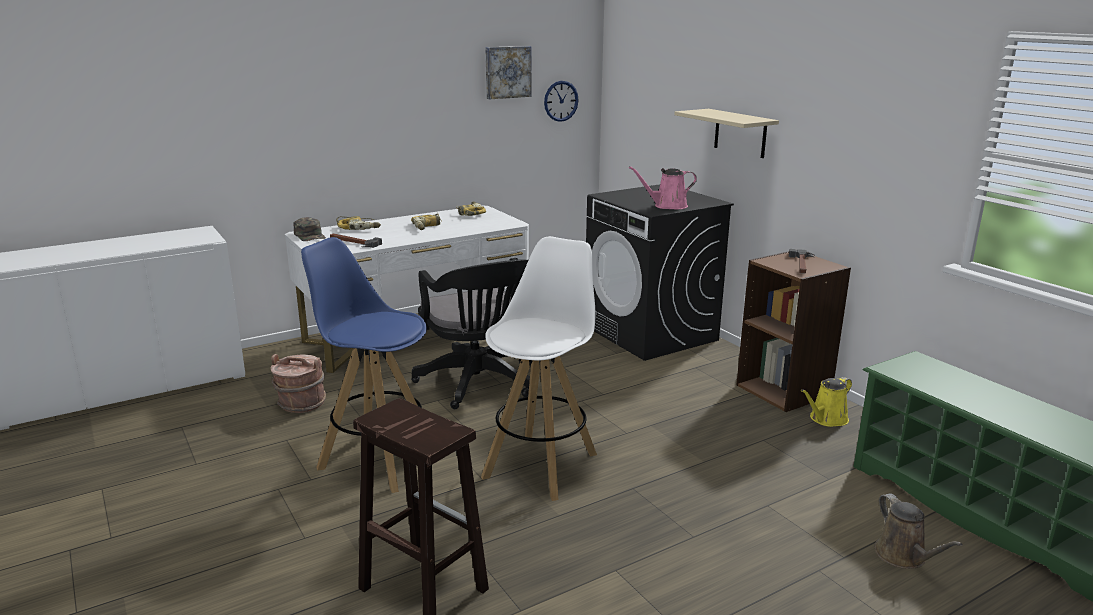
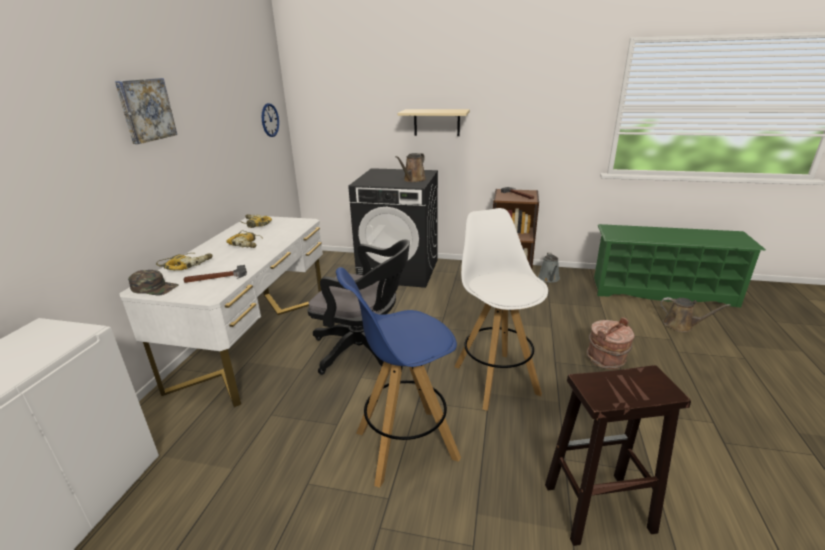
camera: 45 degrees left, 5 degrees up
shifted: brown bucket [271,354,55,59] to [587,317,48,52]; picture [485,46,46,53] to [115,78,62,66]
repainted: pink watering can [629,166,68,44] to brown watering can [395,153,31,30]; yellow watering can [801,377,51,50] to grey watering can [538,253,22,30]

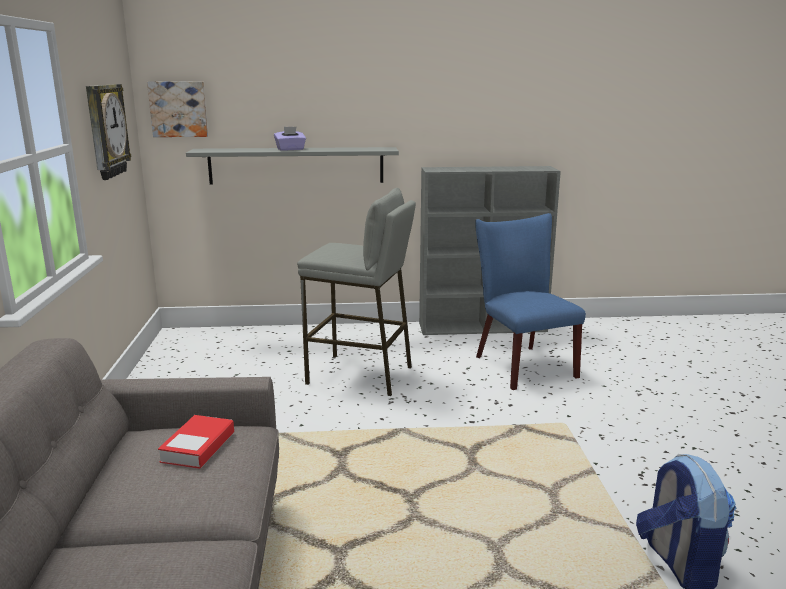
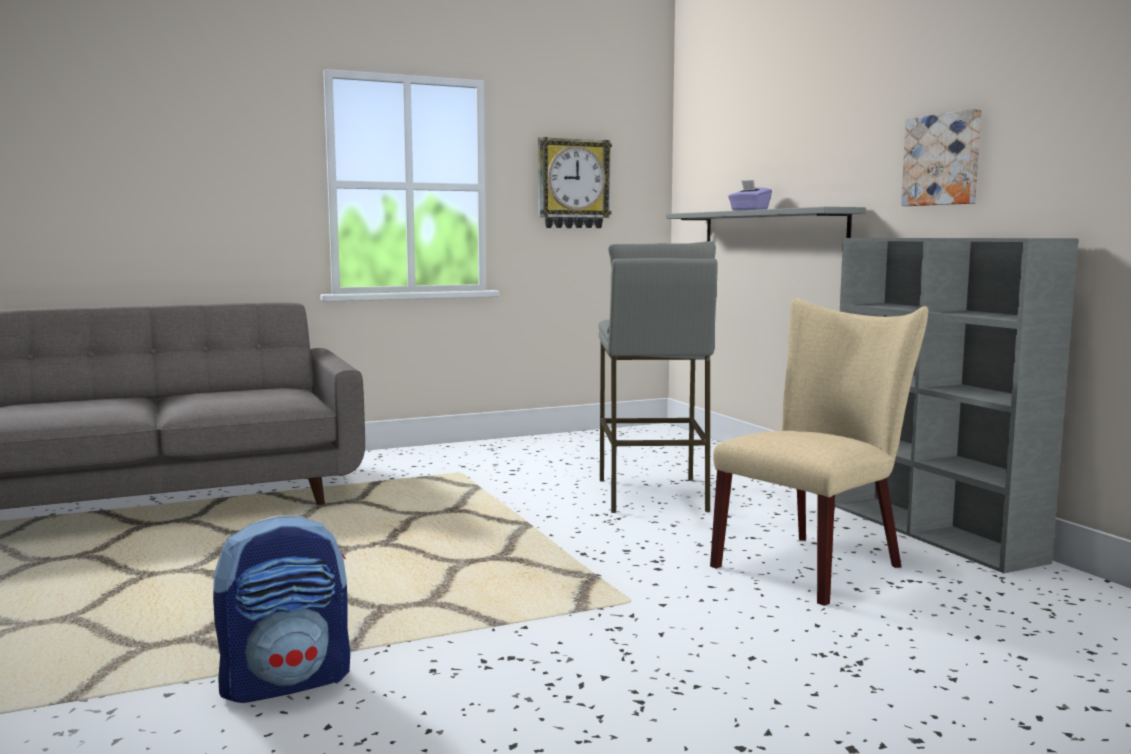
camera: 70 degrees right, 10 degrees down
gone: book [158,415,76,54]
shifted: picture [147,81,61,56] to [901,109,80,97]
repainted: blue chair [475,213,111,177] to beige chair [710,298,218,308]

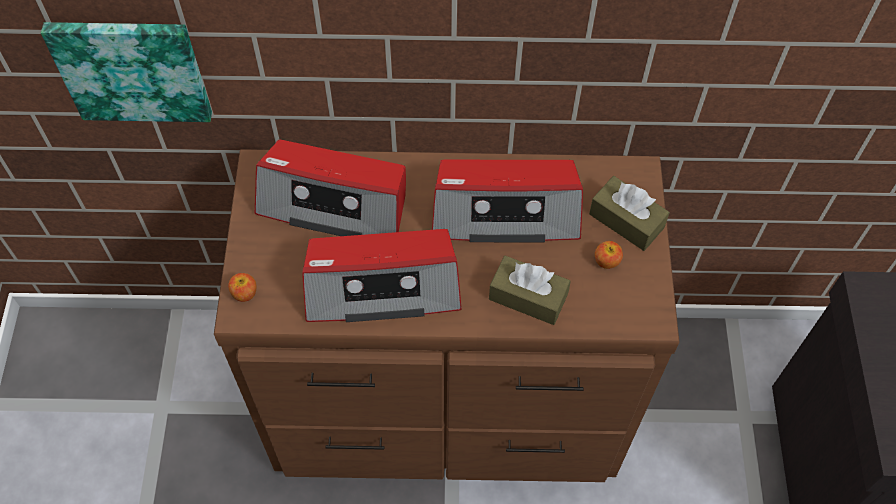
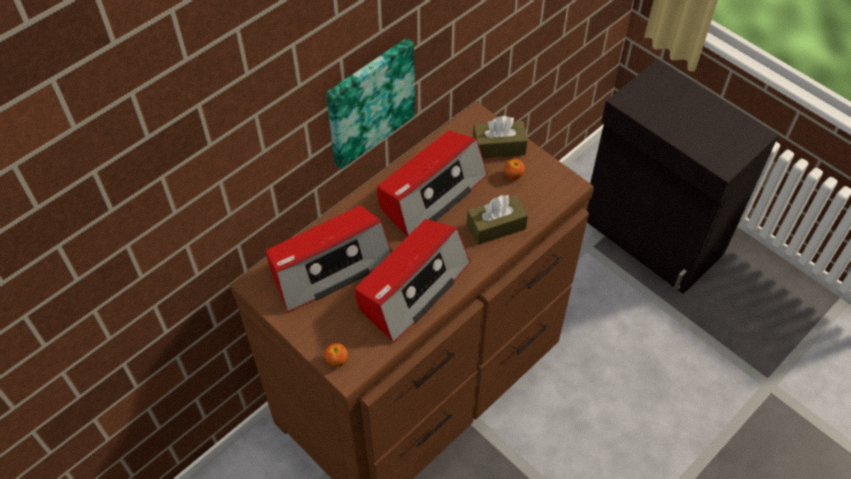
camera: 45 degrees left, 5 degrees down
shifted: picture [41,22,171,100] to [326,38,89,131]

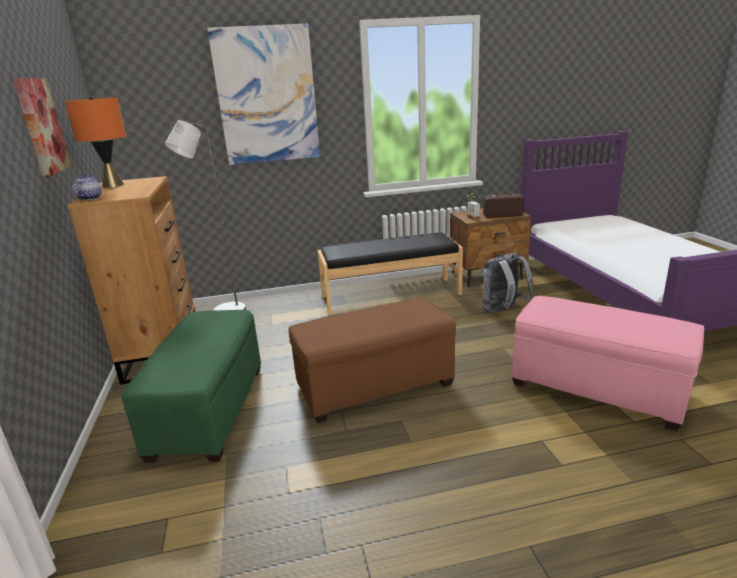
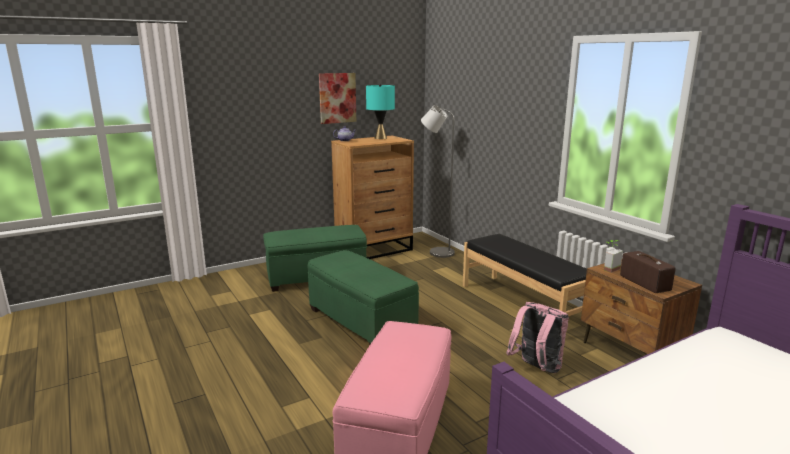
camera: 70 degrees right, 5 degrees down
gone: picture [207,24,113,141]
repainted: orange table lamp [65,96,61,92] to turquoise table lamp [366,84,29,55]; brown ottoman [289,297,167,126] to green ottoman [307,250,112,95]; grey backpack [482,253,53,60] to pink backpack [506,302,63,71]

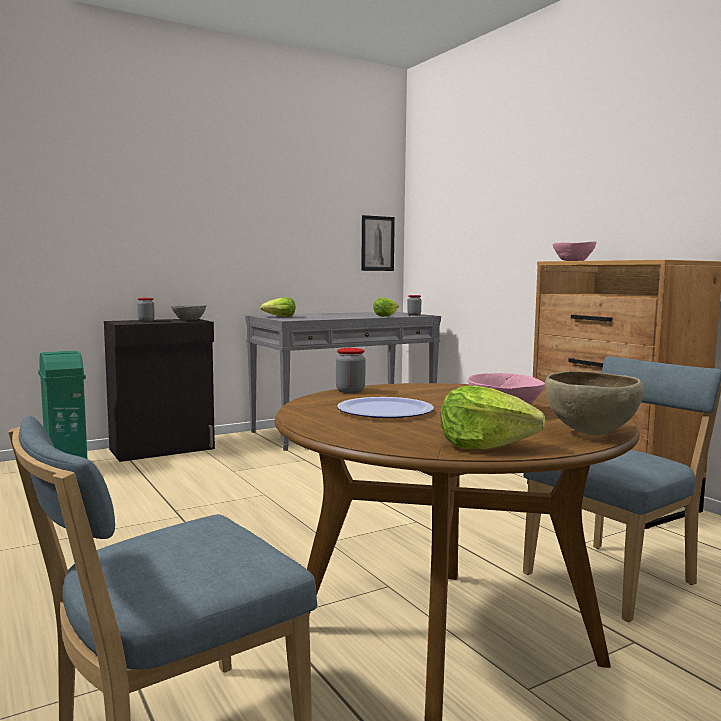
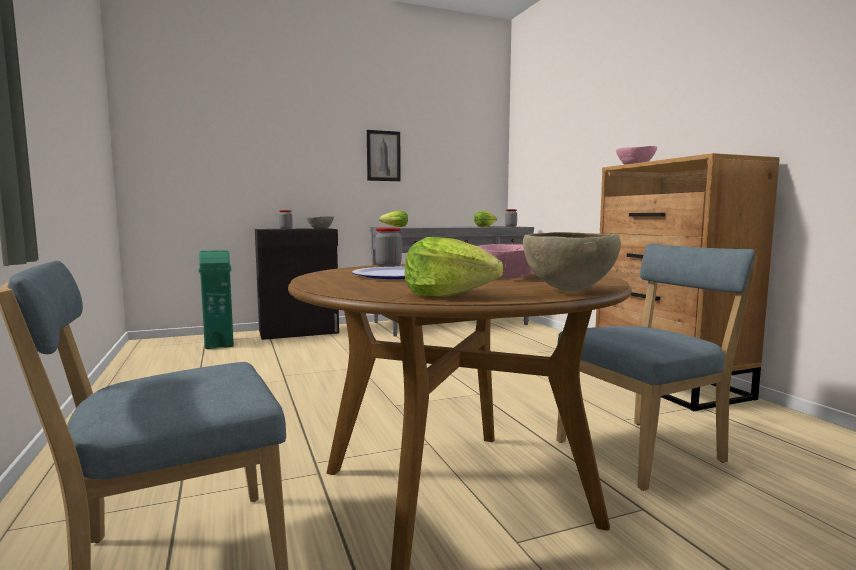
camera: 10 degrees right, 0 degrees up
shifted: picture [361,215,34,56] to [367,130,34,51]

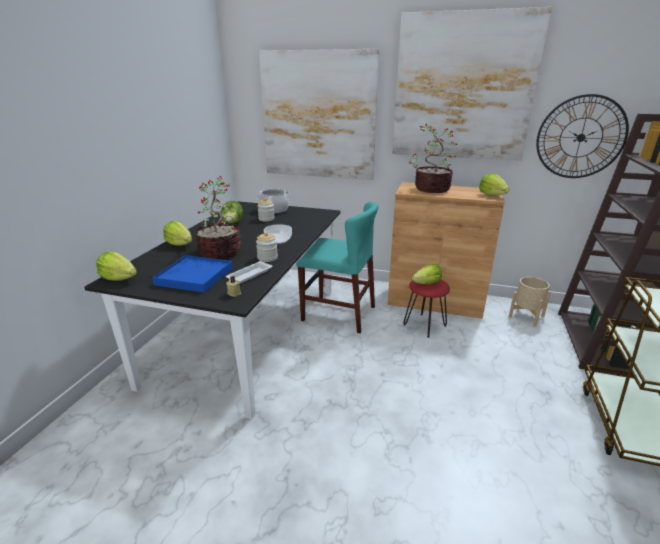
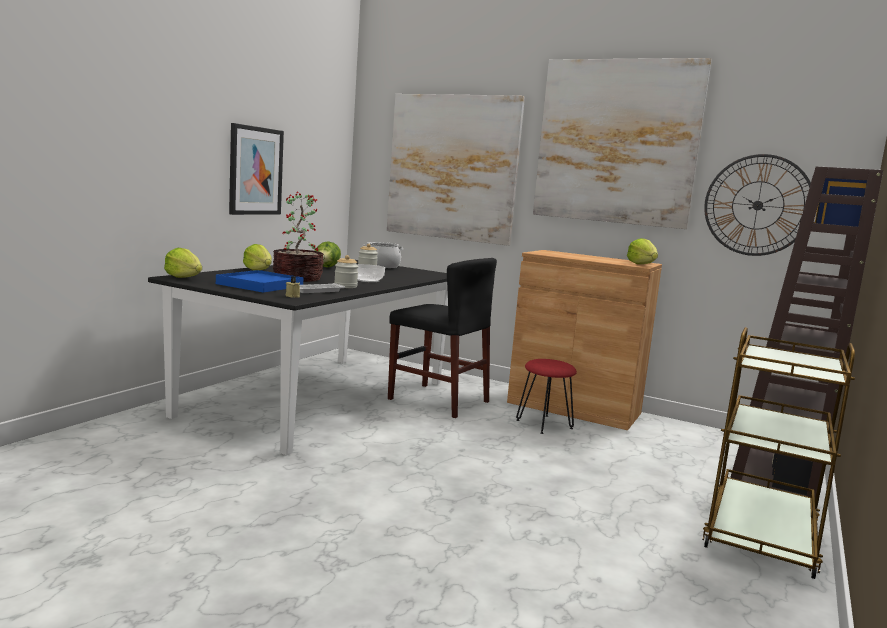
camera: 10 degrees right, 15 degrees down
gone: potted plant [409,123,48,70]; lettuce [412,264,30,20]; beige planter [509,277,42,50]
new: picture [229,123,55,92]
repainted: turquoise chair [296,202,82,131] to black chair [388,258,109,160]

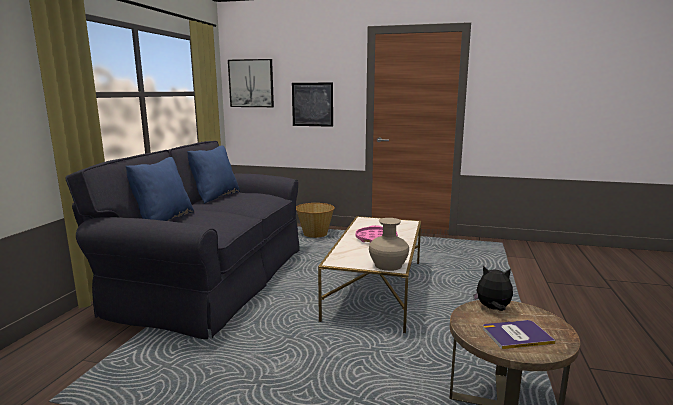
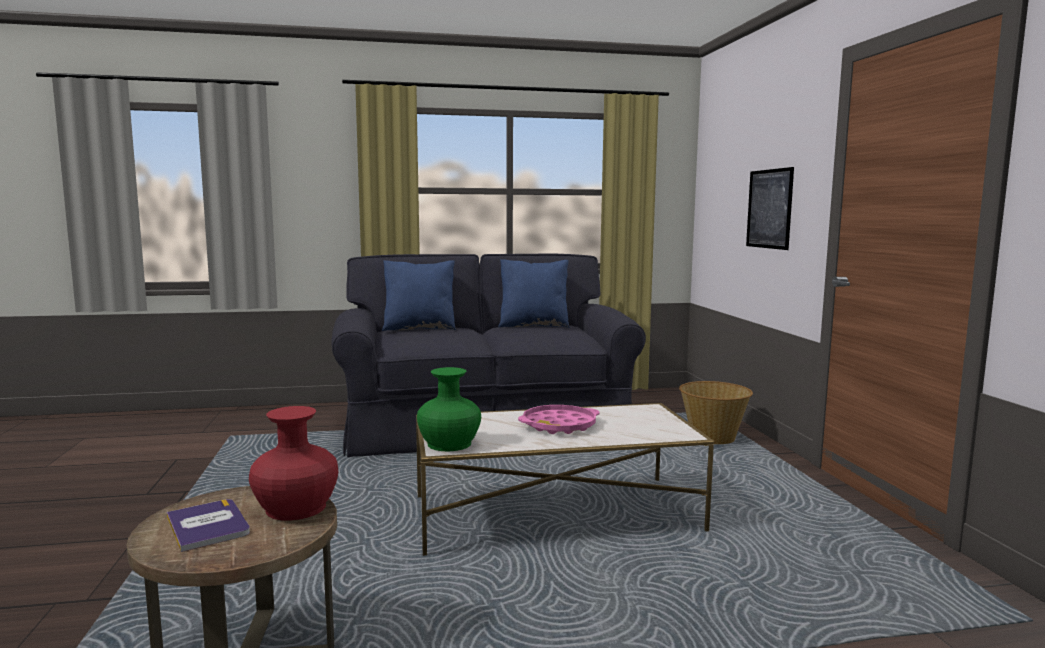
camera: 65 degrees right, 5 degrees down
gone: picture [228,59,46,48]
swapped: plush toy [473,265,40,46] to red vase [249,406,89,115]
repainted: beige vase [369,218,40,53] to green vase [417,367,64,84]

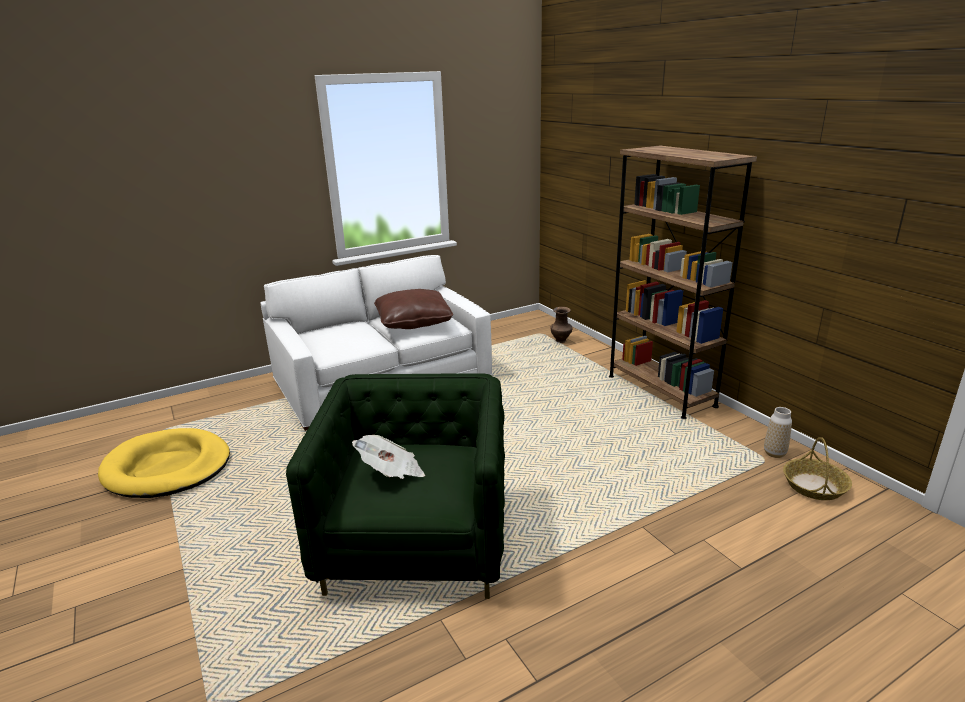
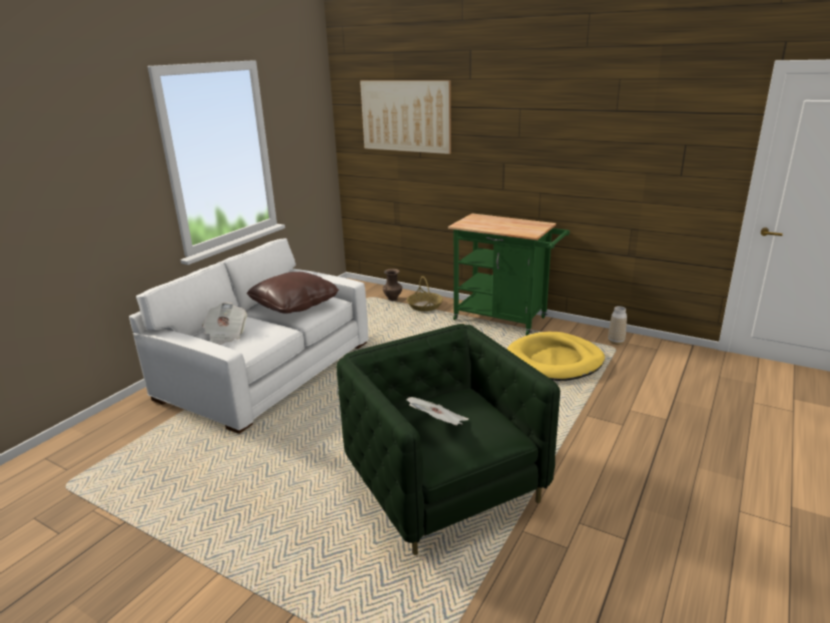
camera: 30 degrees left, 0 degrees up
new: newspaper [202,302,45,43]; picture [360,80,91,74]
shifted: yellow dog bed [98,428,132,70] to [507,332,98,49]; basket [783,437,69,63] to [407,276,36,35]
swapped: brown bookcase [609,146,148,273] to green cart [448,213,122,122]

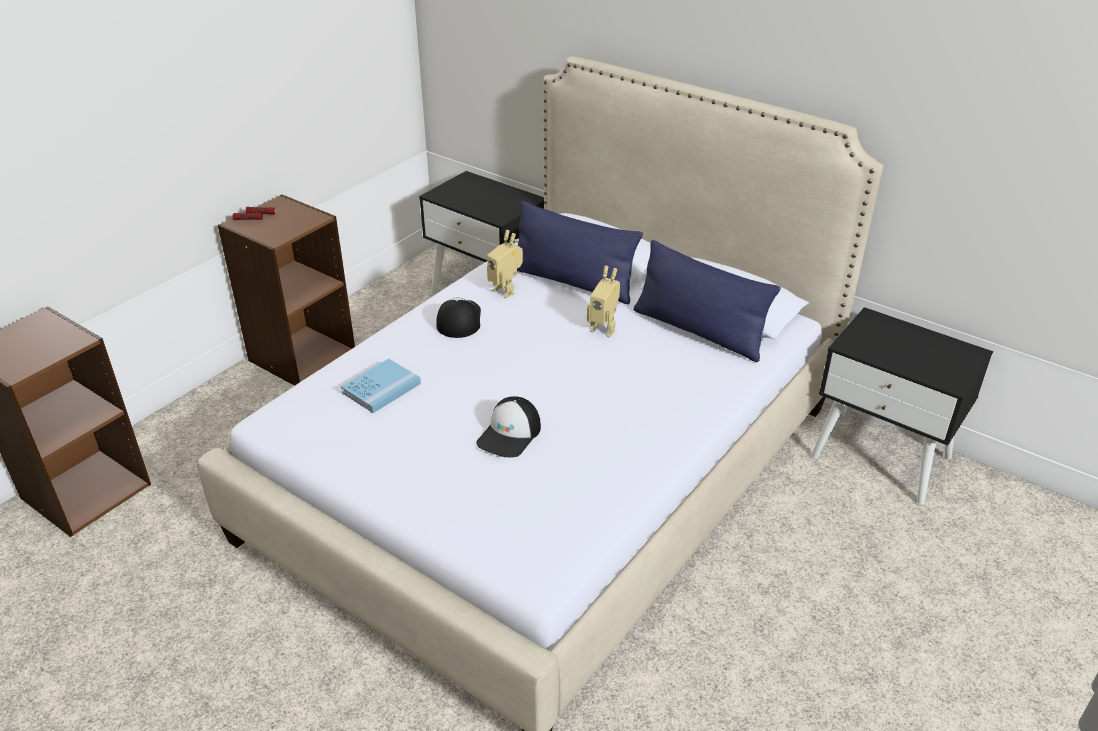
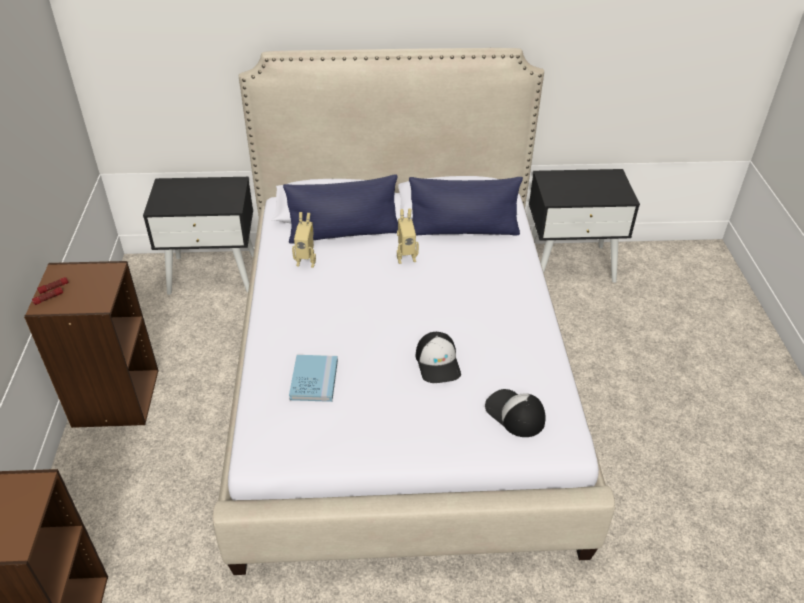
camera: 40 degrees left, 5 degrees up
shifted: cap [436,298,45,40] to [485,389,61,48]

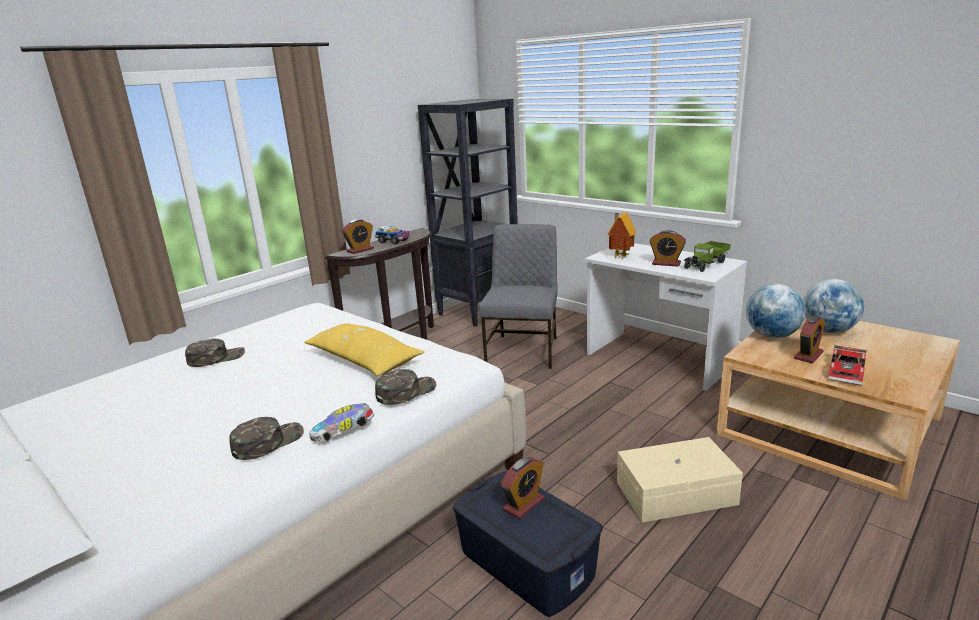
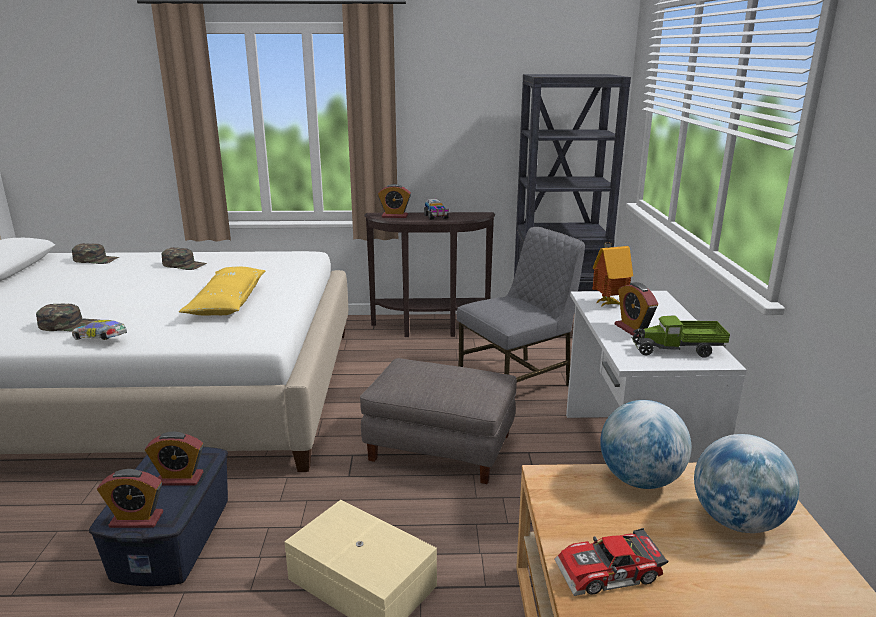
camera: 45 degrees right, 0 degrees up
new: grey ottoman [360,358,157,126]
shifted: green cap [375,369,61,36] to [72,243,47,21]; alarm clock [794,315,31,48] to [97,469,66,59]

